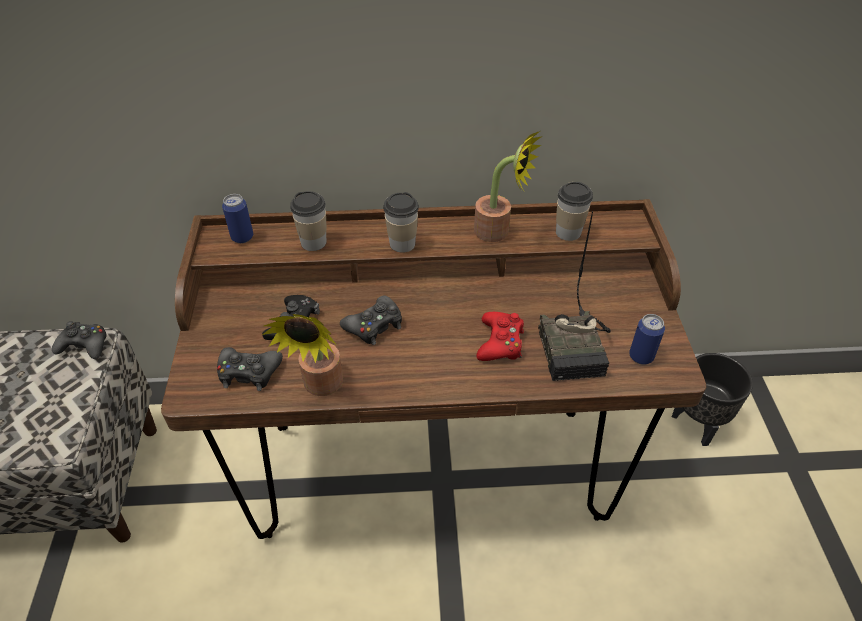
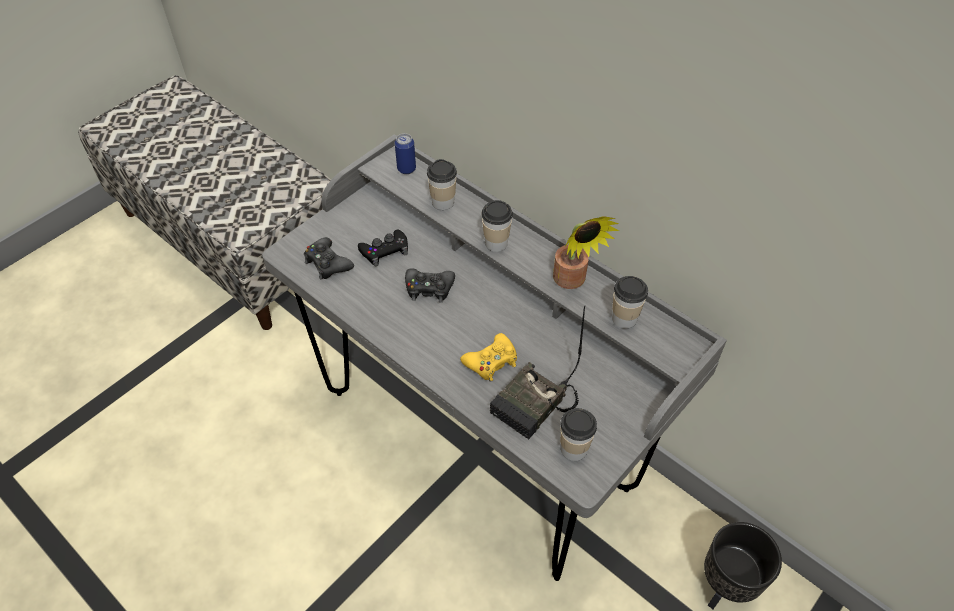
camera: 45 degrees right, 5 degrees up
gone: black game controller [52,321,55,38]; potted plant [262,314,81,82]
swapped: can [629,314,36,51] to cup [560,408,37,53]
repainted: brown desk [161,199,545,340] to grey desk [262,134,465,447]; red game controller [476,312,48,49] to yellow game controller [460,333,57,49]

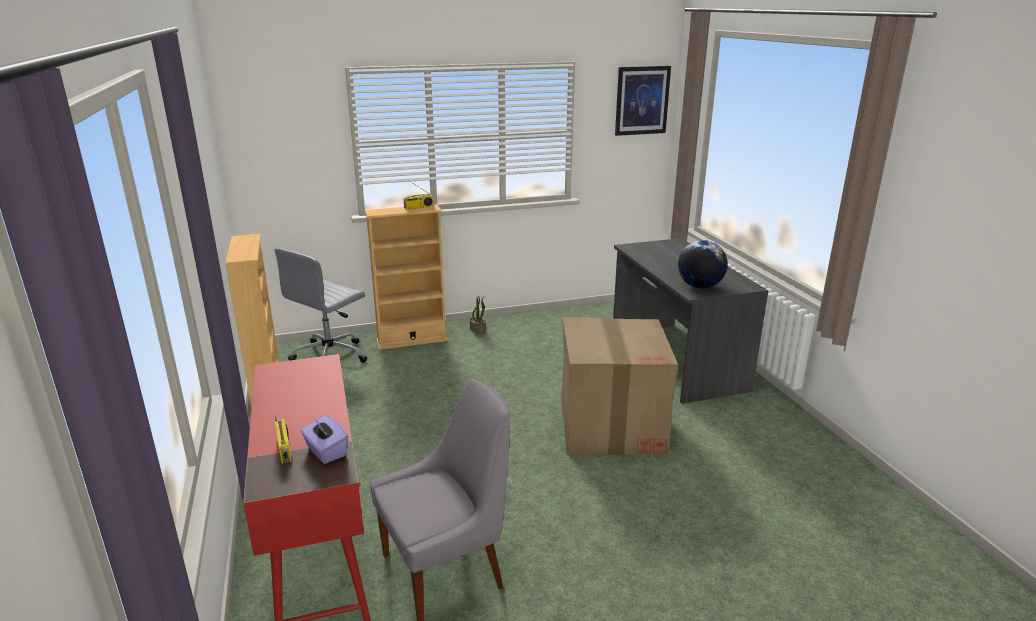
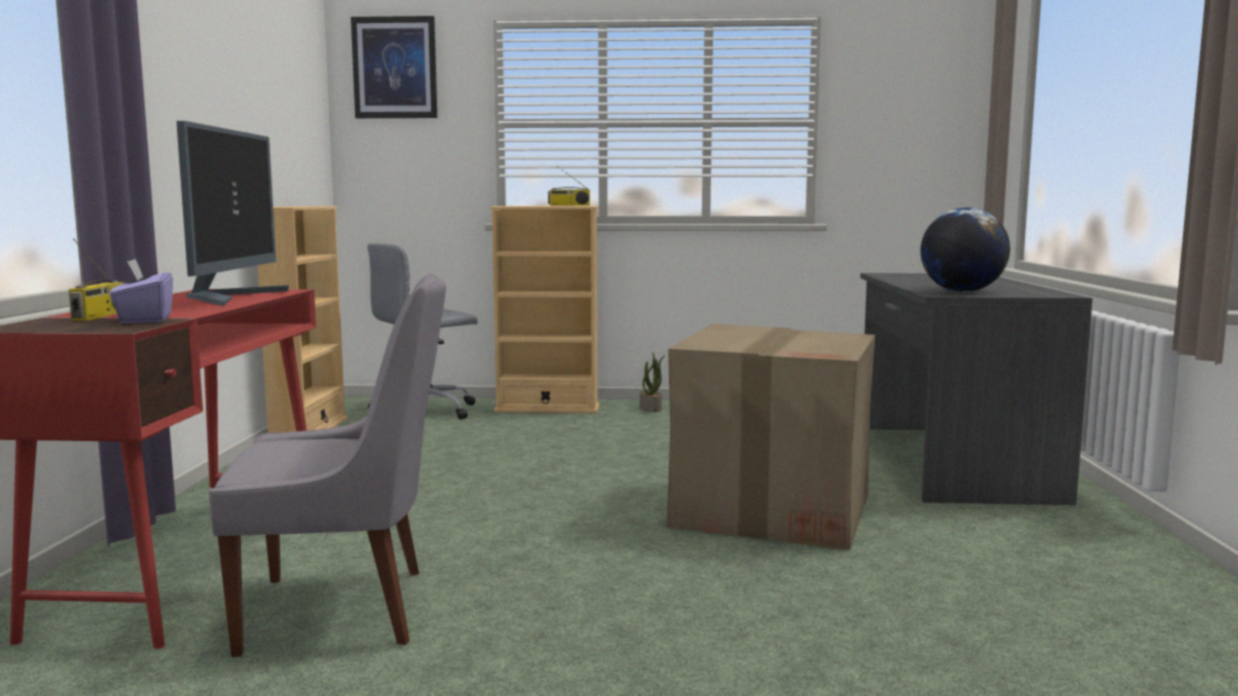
camera: 20 degrees right, 15 degrees down
new: monitor [177,121,112,185]
shifted: picture [615,66,56,70] to [351,16,86,102]

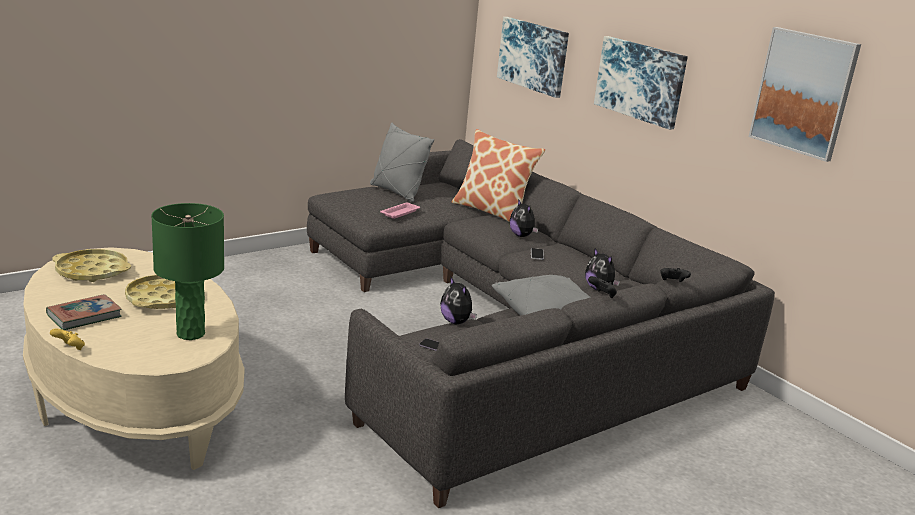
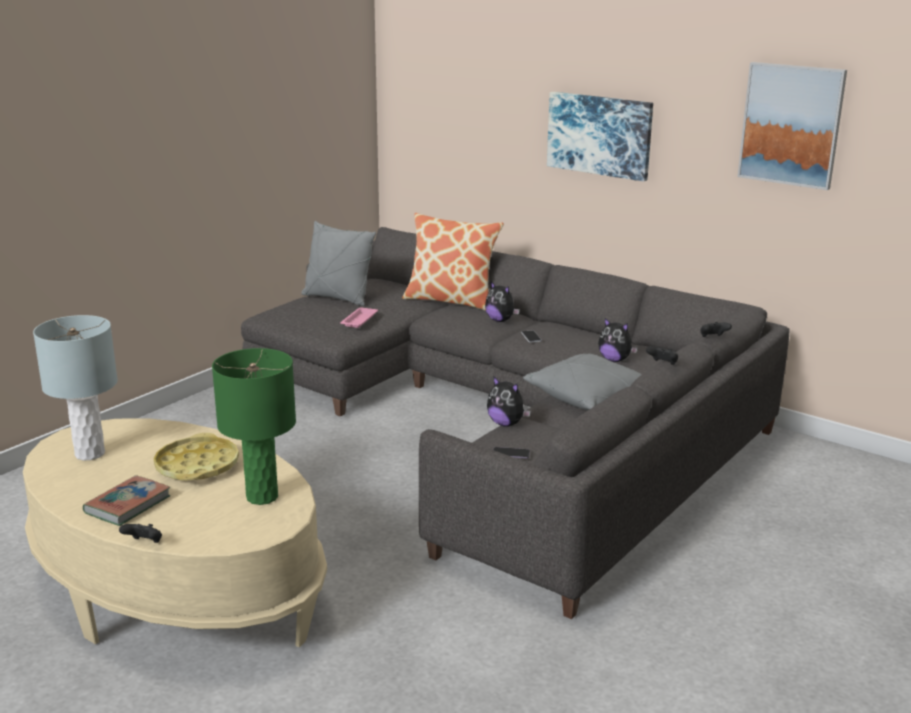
camera: 15 degrees left, 0 degrees up
gone: picture [497,17,72,81]
swapped: yellow tray [52,249,79,33] to grey table lamp [33,315,85,145]
repainted: yellow game controller [50,329,35,21] to black game controller [119,524,43,19]

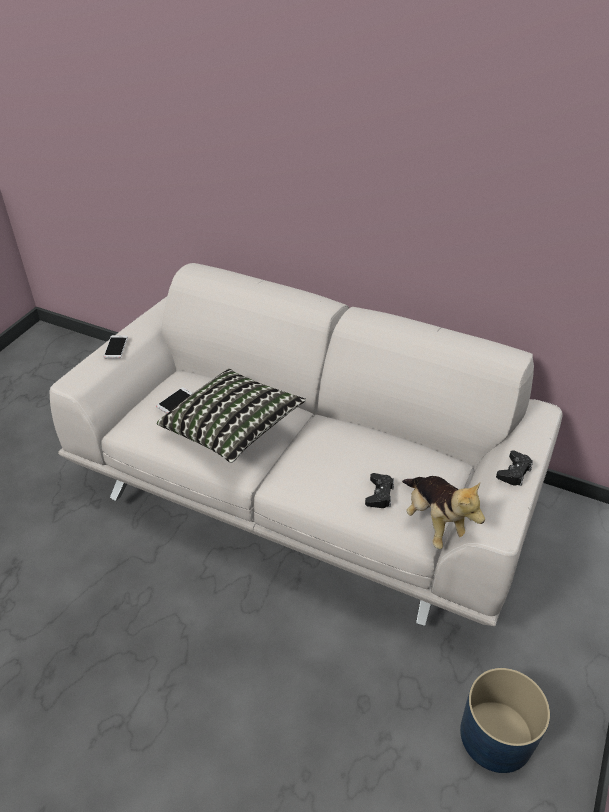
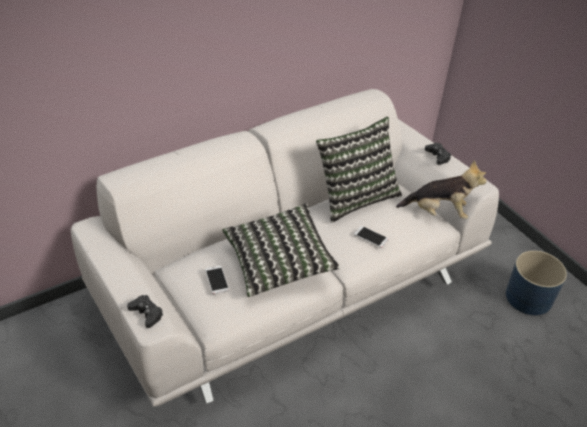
camera: 60 degrees left, 0 degrees up
new: pillow [316,117,86,106]
shifted: phone [103,335,25,24] to [354,226,35,22]; black game controller [365,473,29,35] to [127,295,36,33]

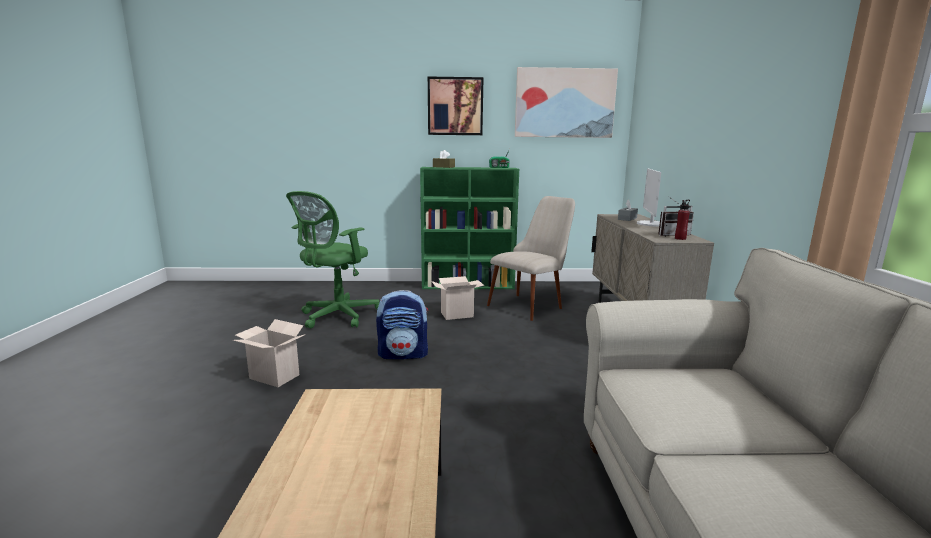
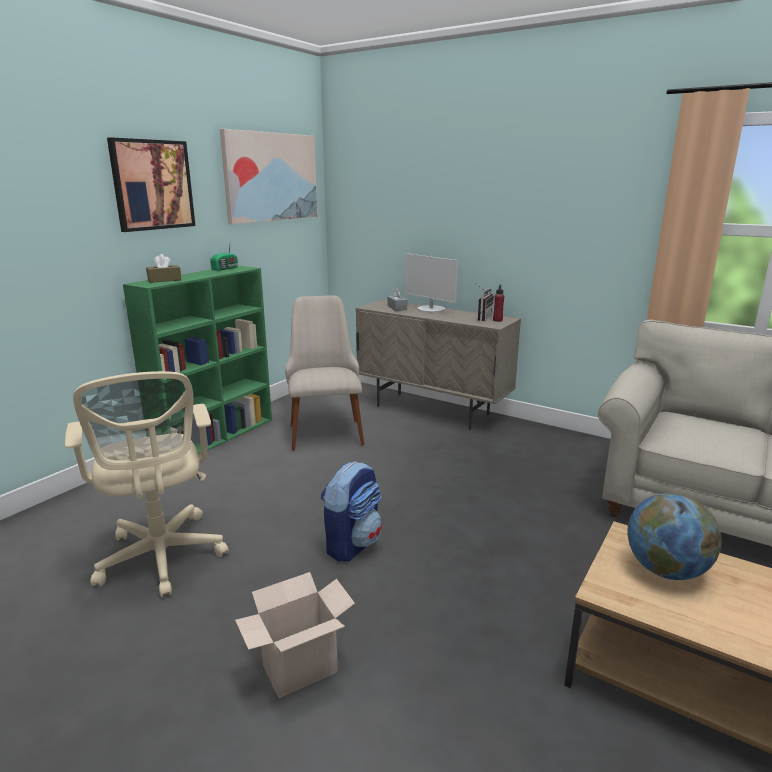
camera: 55 degrees left, 5 degrees up
gone: cardboard box [431,276,53,44]
new: globe [627,493,95,87]
repainted: green office chair [286,191,94,138] to beige office chair [65,371,164,226]

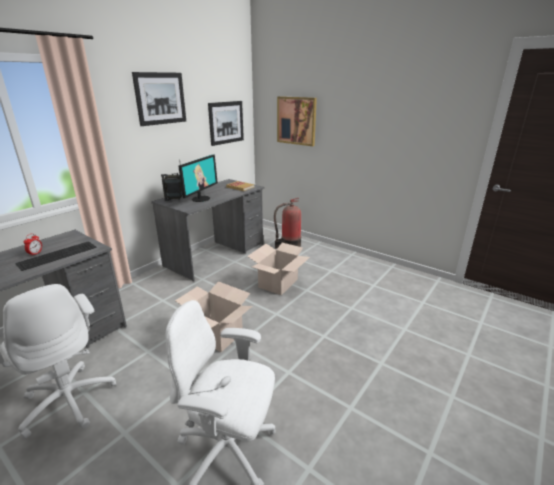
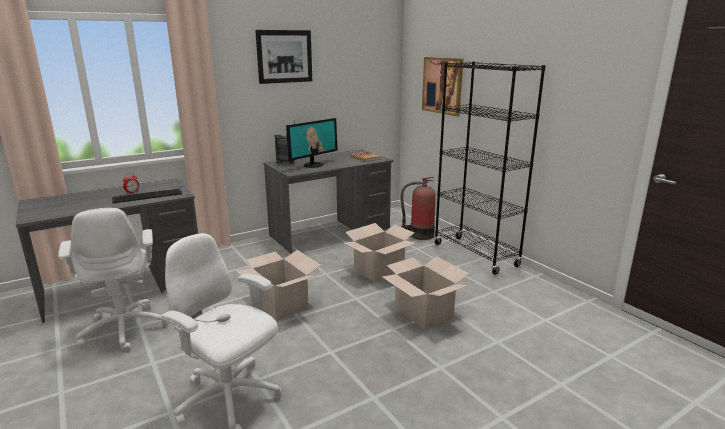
camera: 20 degrees right, 5 degrees down
gone: picture [208,101,36,45]
new: cardboard box [382,256,87,74]; black bookcase [434,61,112,214]

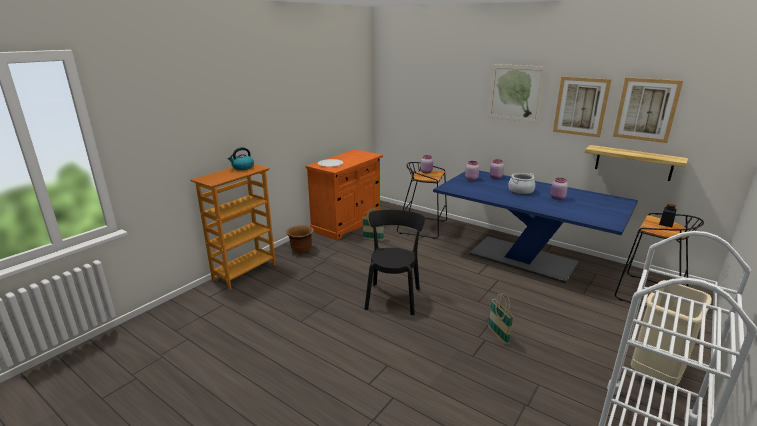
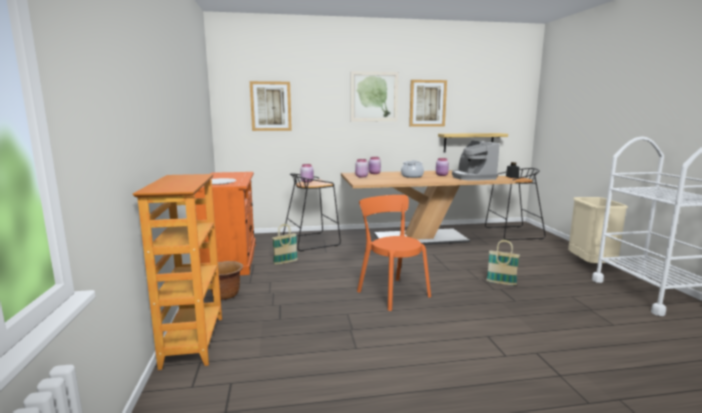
camera: 45 degrees left, 10 degrees down
gone: kettle [228,147,26,23]
new: coffee machine [452,140,48,41]
shifted: picture [613,77,70,66] to [250,81,42,50]
repainted: black chair [364,210,61,105] to orange chair [357,195,74,116]; blue dining table [433,170,205,113] to beige dining table [341,170,175,75]

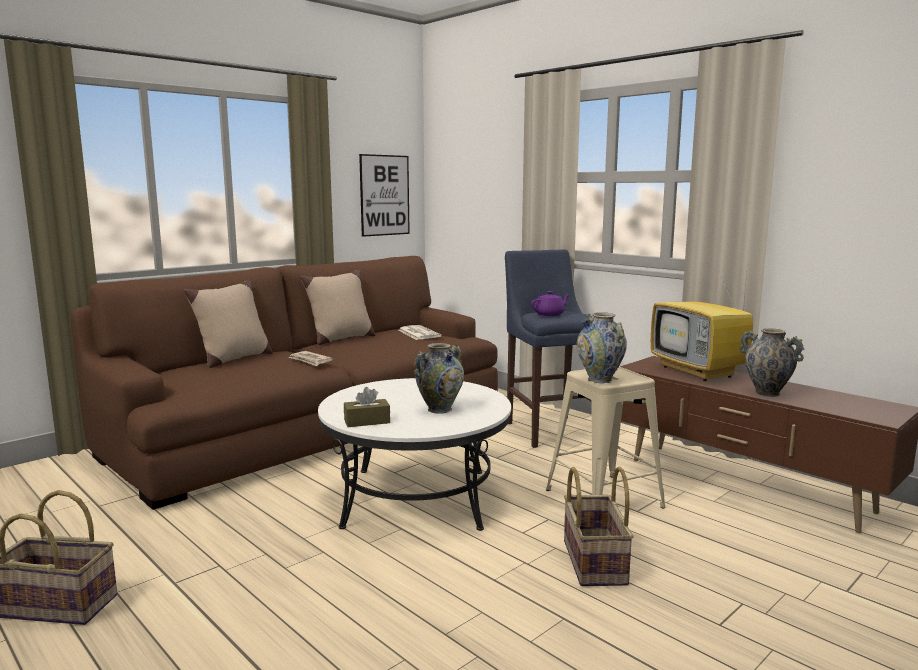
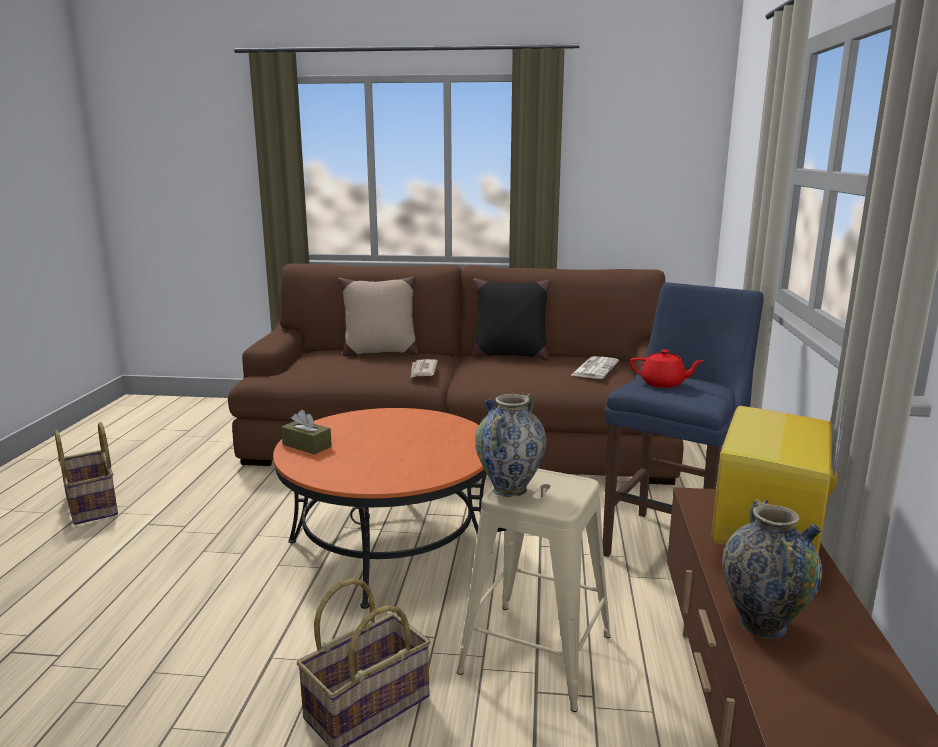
camera: 50 degrees right, 5 degrees up
gone: picture [359,154,51,83]; vase [414,343,50,71]
repainted: beige pillow [300,270,75,75] to black pillow [473,278,78,82]; white coffee table [318,378,193,153] to orange coffee table [273,408,220,201]; purple teapot [531,291,39,25] to red teapot [630,350,74,38]

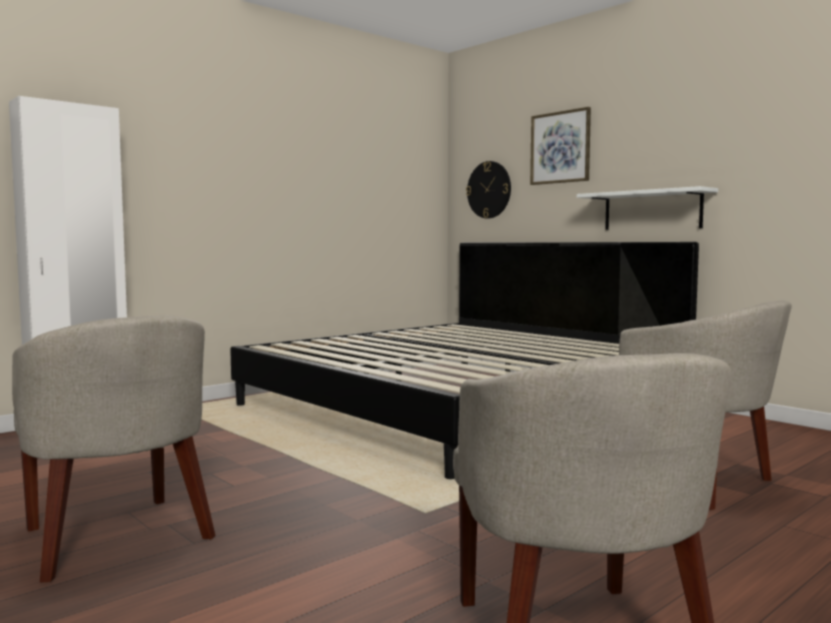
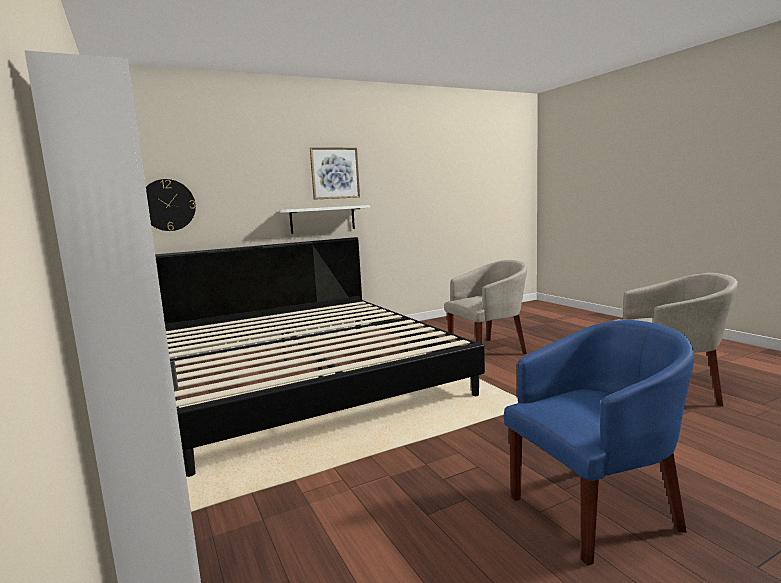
camera: 75 degrees left, 5 degrees up
shifted: picture [530,107,61,78] to [310,147,50,53]
repainted: beige armchair [12,315,203,267] to blue armchair [504,320,190,246]

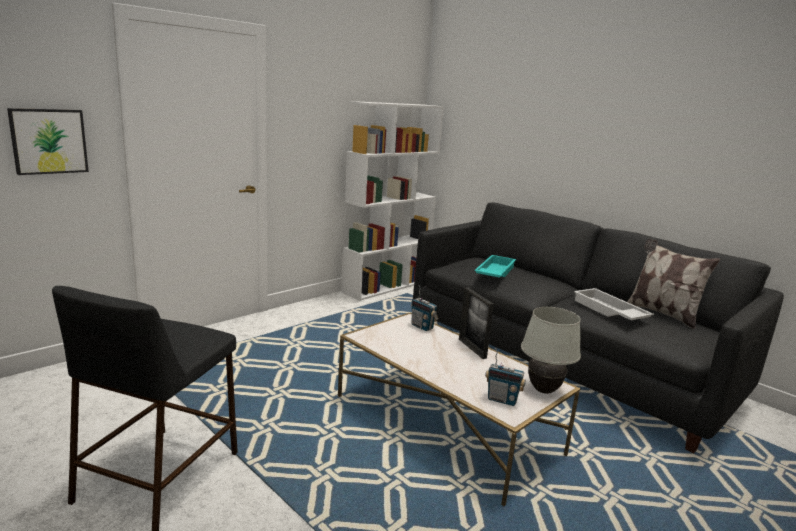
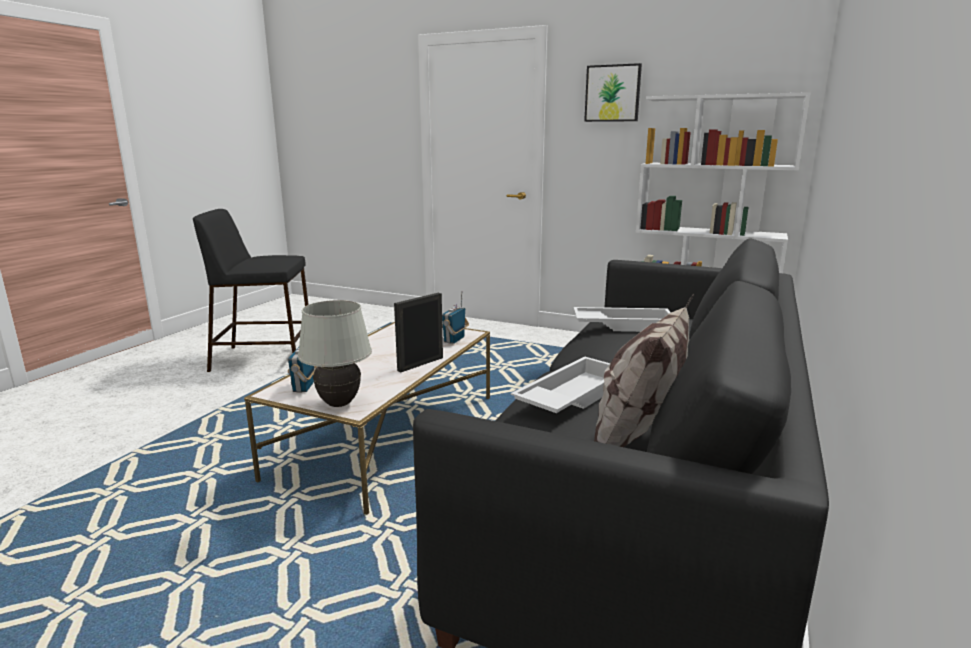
camera: 70 degrees right, 0 degrees up
shifted: picture [7,108,82,67] to [584,63,58,59]
repainted: turquoise tray [474,255,42,23] to white tray [574,307,97,25]

